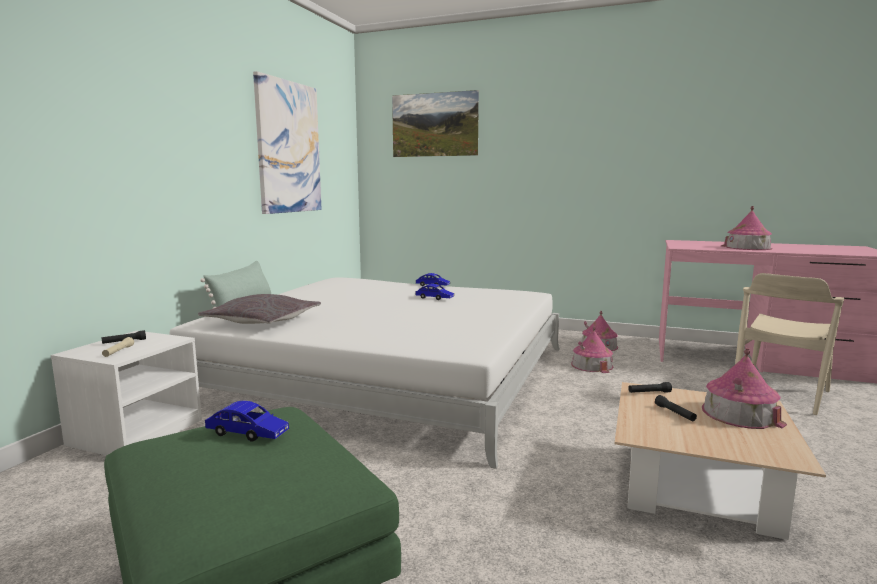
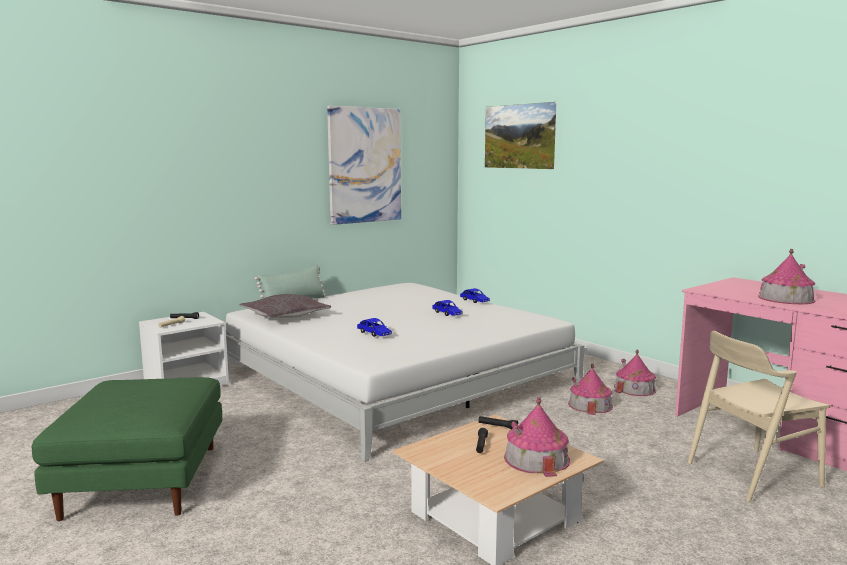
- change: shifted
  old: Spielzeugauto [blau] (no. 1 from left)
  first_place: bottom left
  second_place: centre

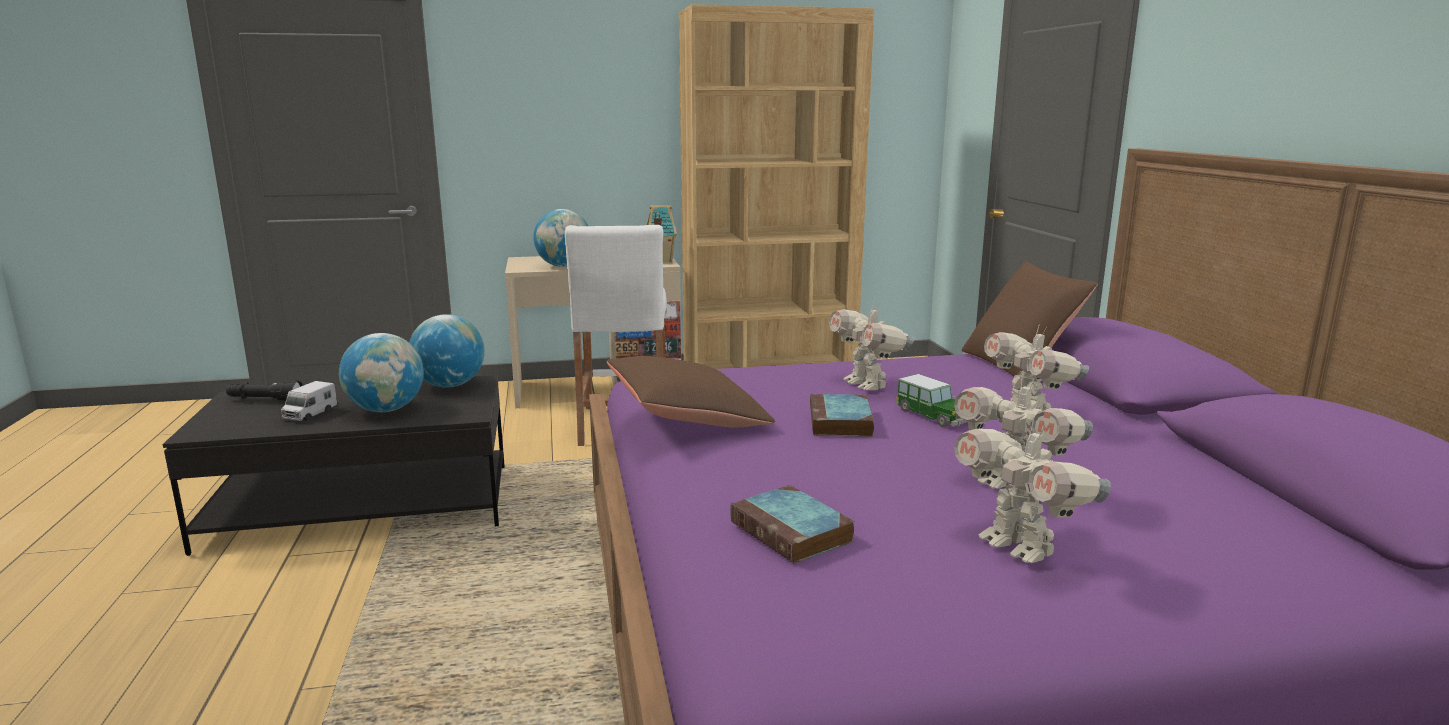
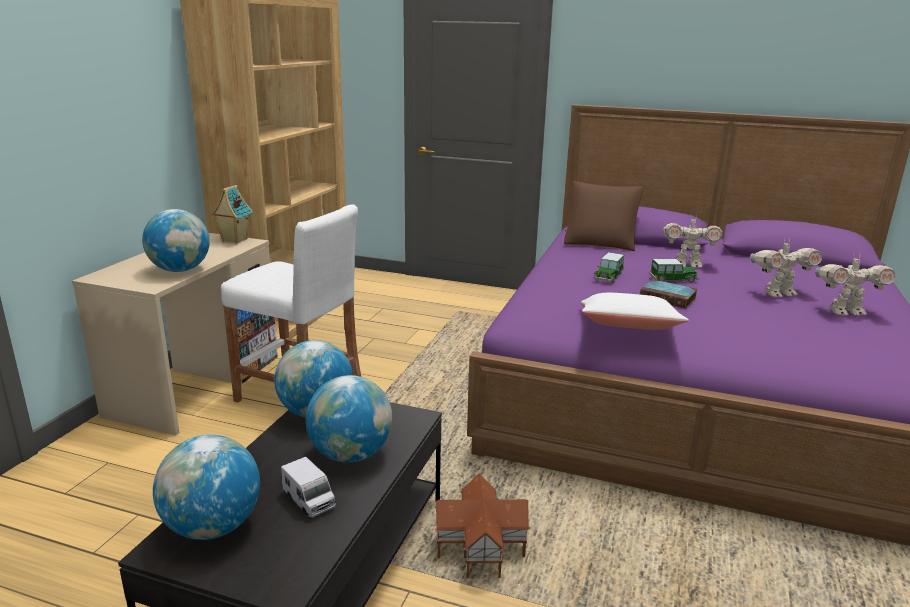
- change: swapped
  old: Taschenlampe [schwarz]
  new: Globus (no. 2 from left)
  first_place: middle left
  second_place: bottom left
- change: new
  new: Spielzeughaus (no. 2 from left)
  second_place: bottom centre
- change: repainted
  old: Kissen [braun] (no. 1 from left)
  new: Kissen [weiß]
  first_place: centre
  second_place: middle right
- change: swapped
  old: Spielzeugroboter (no. 1 from left)
  new: Spielzeugauto (no. 1 from left)
  first_place: centre
  second_place: middle right
- change: gone
  old: Buch (no. 1 from left)
  first_place: bottom centre

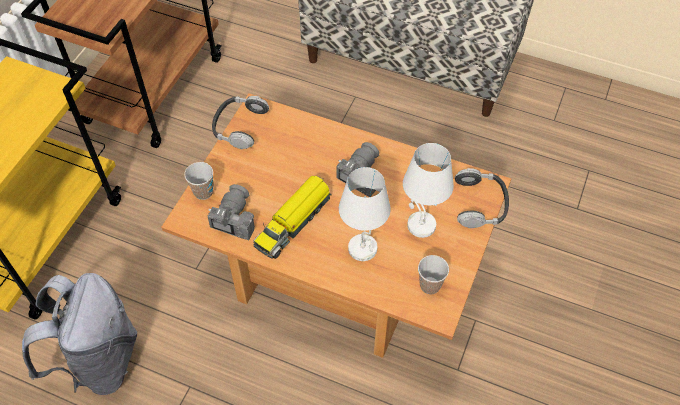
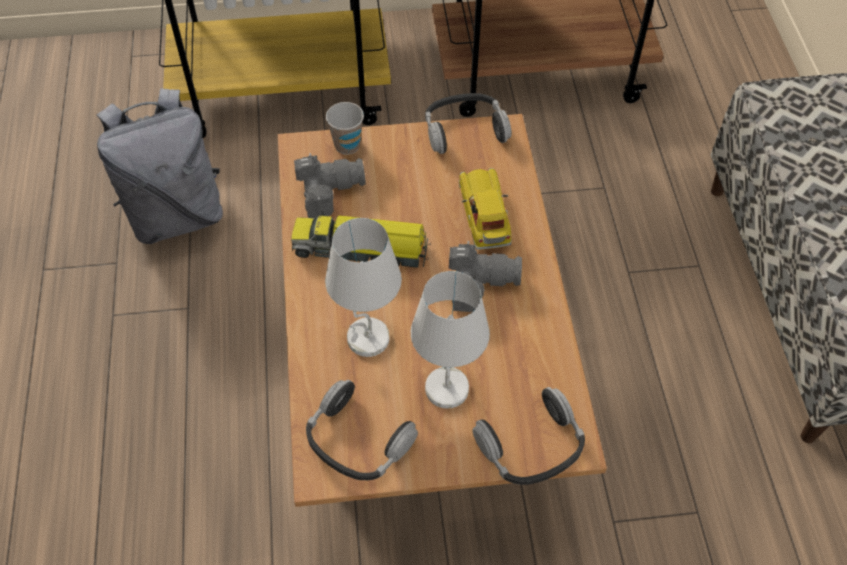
- change: swapped
  old: Tasse (no. 2 from left)
  new: Kopfhörer (no. 1 from left)
  first_place: bottom centre
  second_place: bottom centre
- change: new
  new: Spielzeugauto
  second_place: centre

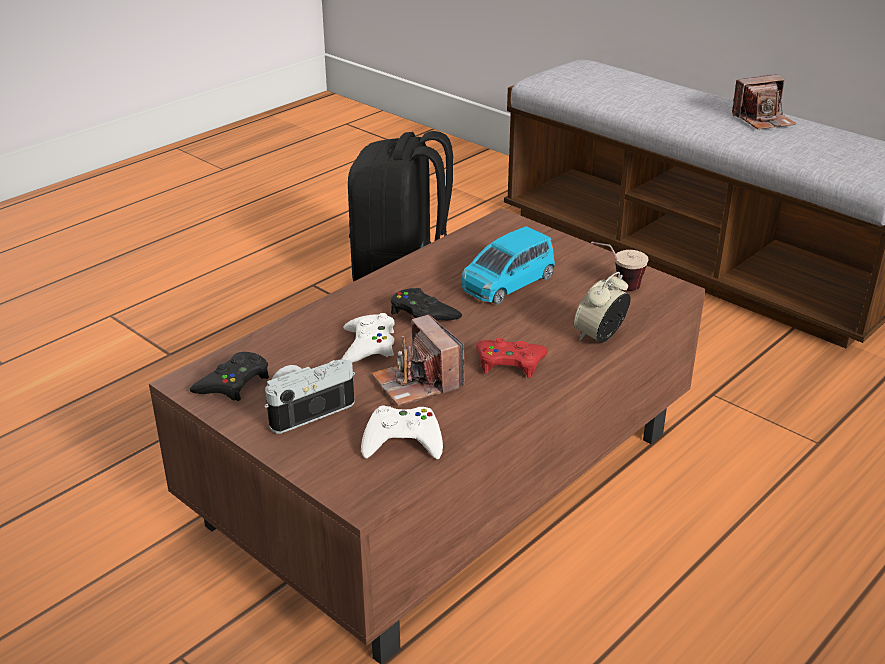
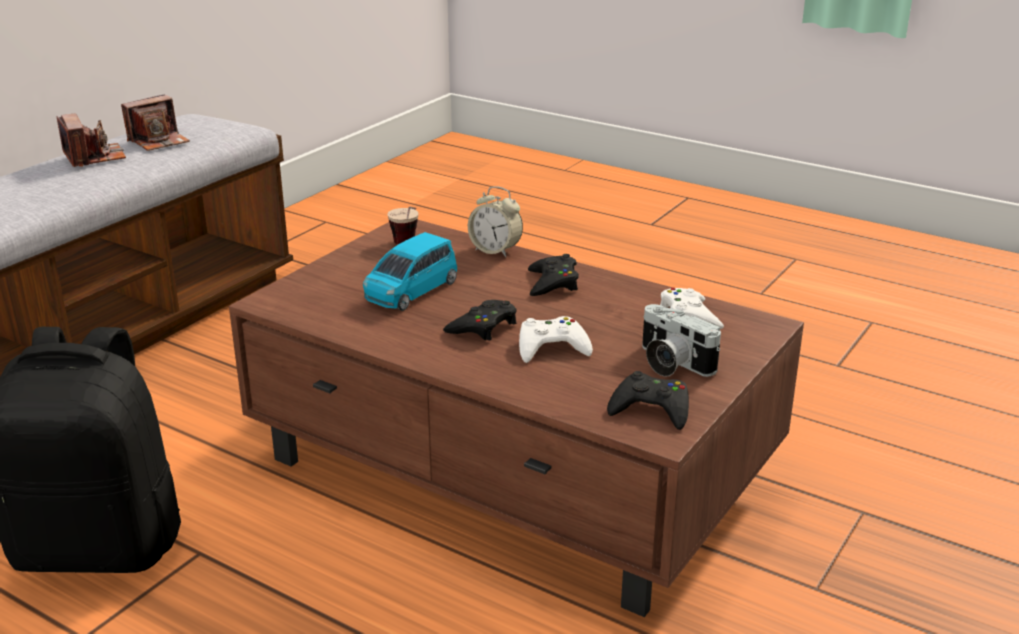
- change: shifted
  old: Kamera (no. 2 from left)
  first_place: centre
  second_place: top left
- change: rotated
  old: Spielzeugauto [blau]
  first_place: centre
  second_place: centre
  degrees: 90
- change: repainted
  old: Gamepad [rot]
  new: Gamepad [schwarz] (no. 2 from left)
  first_place: centre
  second_place: centre

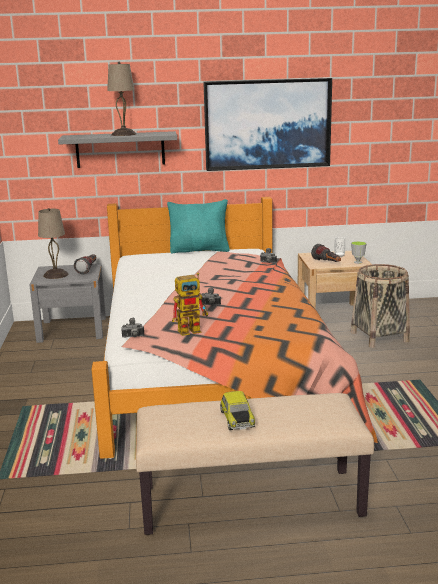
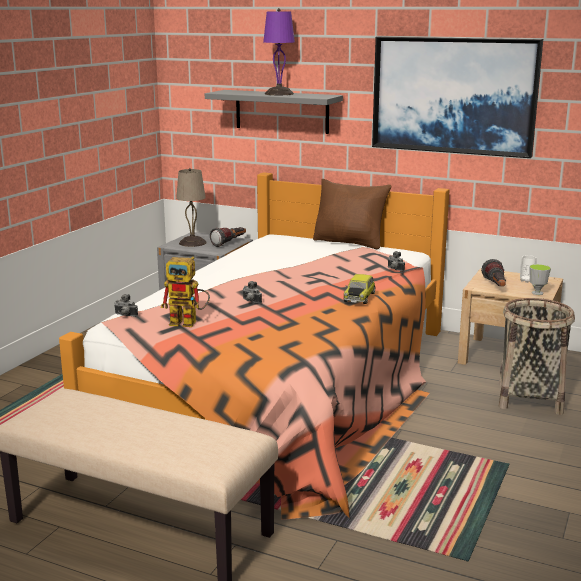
- change: repainted
  old: Tischlampe [beige] (no. 2 from left)
  new: Tischlampe [lila]
  first_place: top left
  second_place: top centre
- change: repainted
  old: Kissen [türkis]
  new: Kissen [braun]
  first_place: centre
  second_place: centre
- change: shifted
  old: Spielzeugauto
  first_place: bottom centre
  second_place: centre

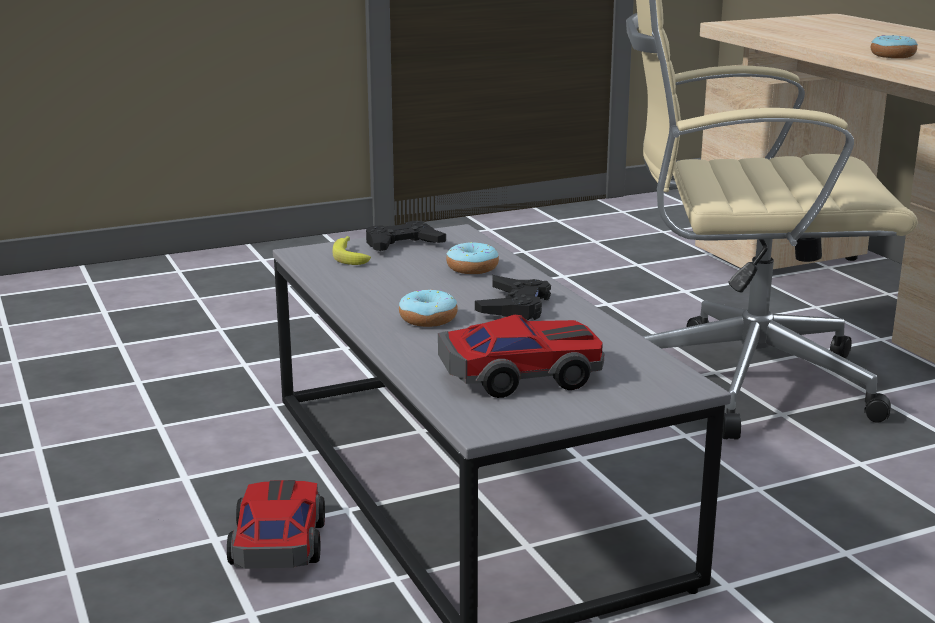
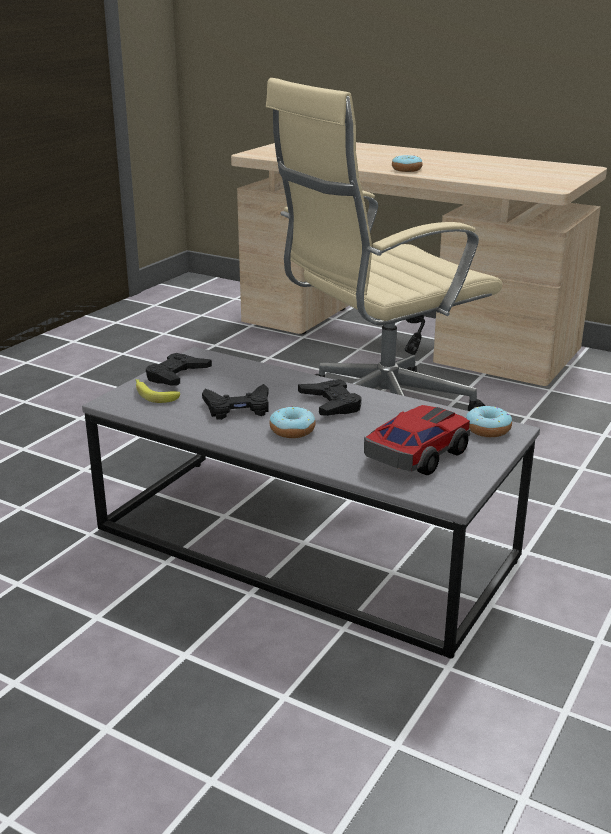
- change: new
  new: Gamepad [schwarz] (no. 2 from left)
  second_place: centre
- change: shifted
  old: Donut (no. 2 from left in the first image)
  new: Donut (no. 3 from left)
  first_place: centre
  second_place: middle right
- change: gone
  old: Spielzeugauto (no. 1 from left)
  first_place: bottom left

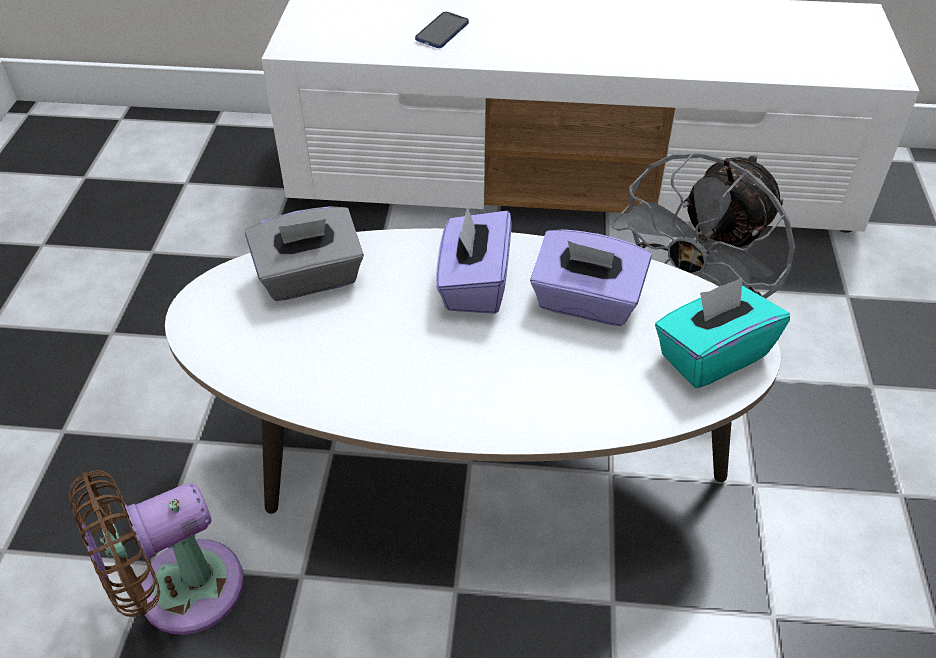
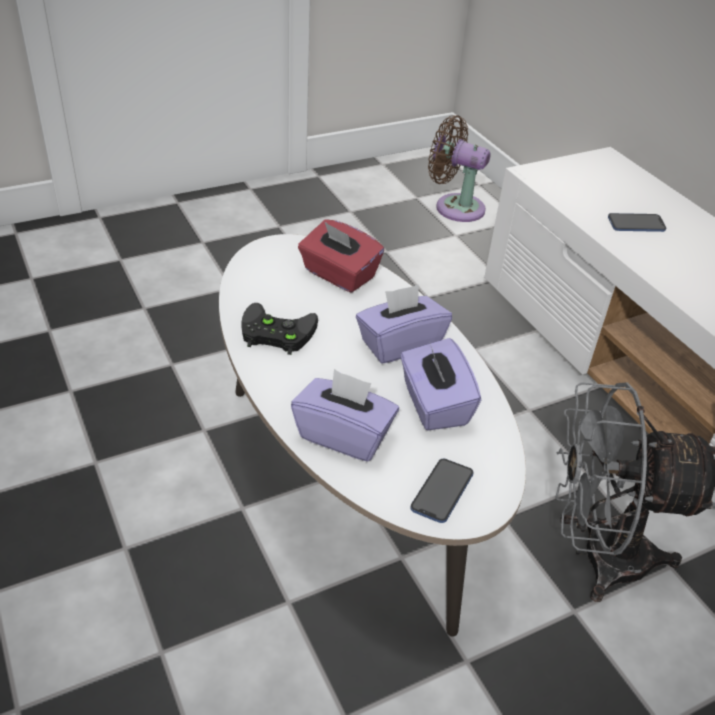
- change: new
  new: Gamepad [schwarz]
  second_place: centre
- change: new
  new: Taschentuchbox [lila] (no. 1 from left)
  second_place: centre
- change: repainted
  old: Taschentuchbox [grau]
  new: Taschentuchbox [rot]
  first_place: middle left
  second_place: centre
- change: swapped
  old: Taschentuchbox [türkis]
  new: Handy (no. 1 from left)
  first_place: middle right
  second_place: bottom centre
- change: shifted
  old: Ventilator [braun]
  first_place: bottom left
  second_place: top centre

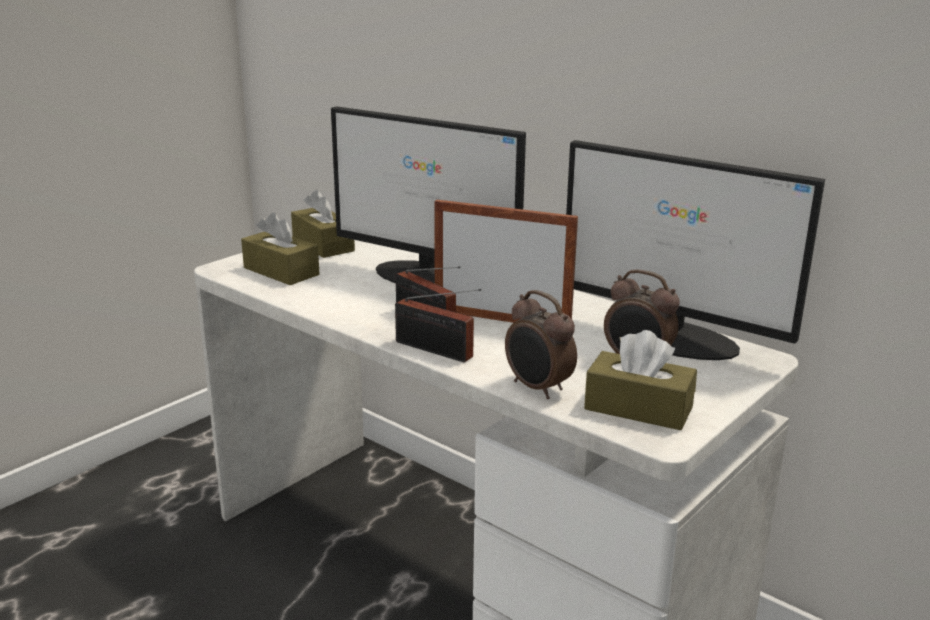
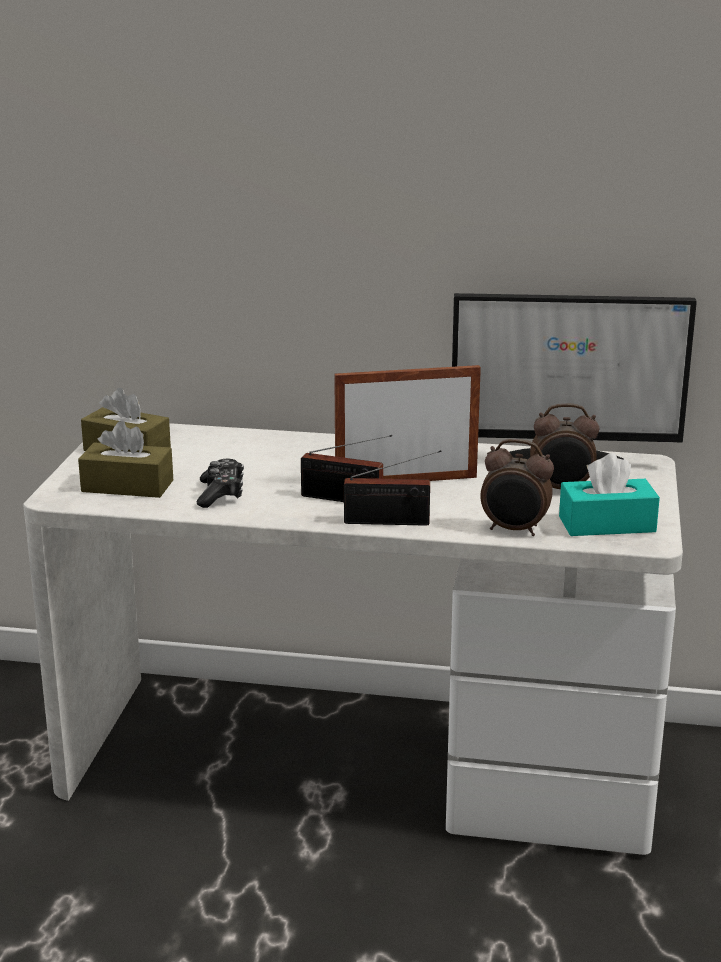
- change: new
  new: Gamepad
  second_place: middle left
- change: repainted
  old: Taschentuchbox [braun] (no. 3 from left)
  new: Taschentuchbox [türkis]
  first_place: middle right
  second_place: middle right
- change: gone
  old: Monitor (no. 1 from left)
  first_place: top centre

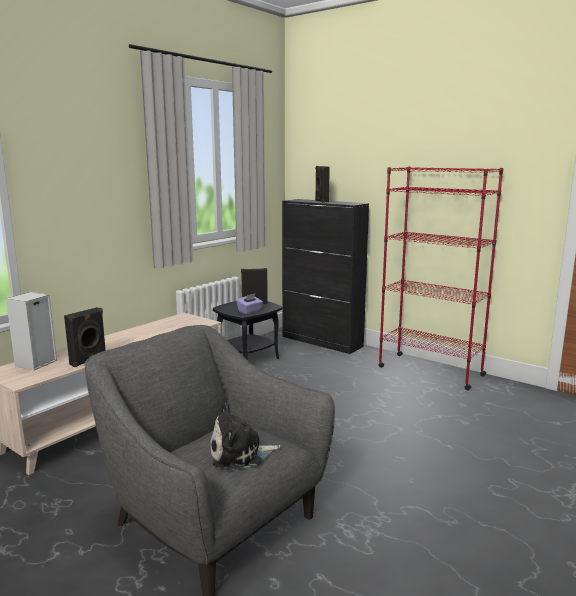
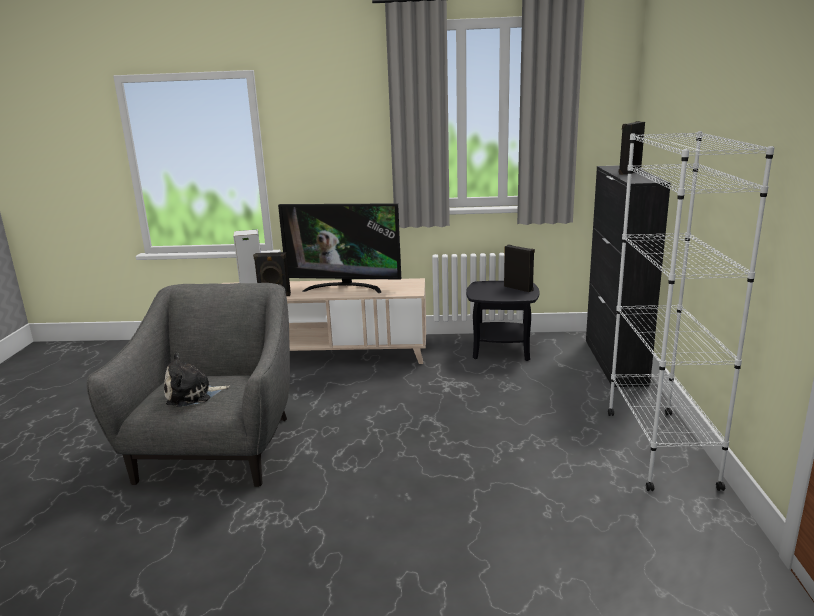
- change: rotated
  old: Plüschtier
  first_place: bottom centre
  second_place: middle left
  degrees: -60
- change: new
  new: Fernseher
  second_place: centre
- change: repainted
  old: Bücherregal [rot]
  new: Bücherregal [weiß]
  first_place: middle right
  second_place: middle right
- change: gone
  old: Taschentuchbox [lila]
  first_place: centre

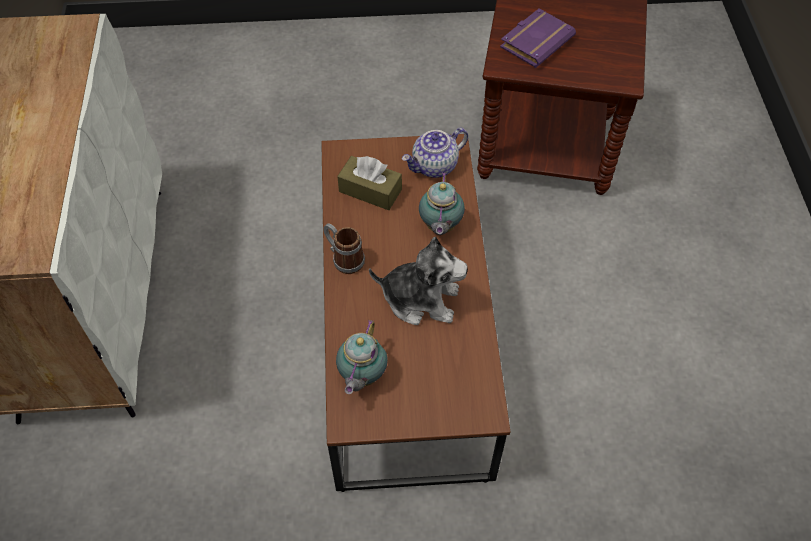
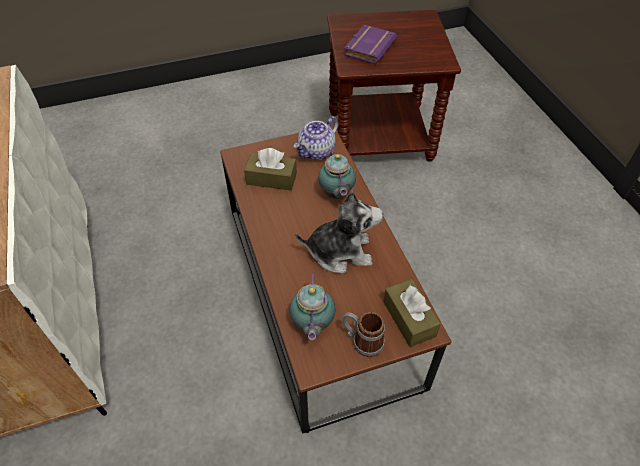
- change: shifted
  old: Henkelbecher
  first_place: centre
  second_place: bottom centre
- change: new
  new: Taschentuchbox [braun] (no. 2 from left)
  second_place: bottom centre

